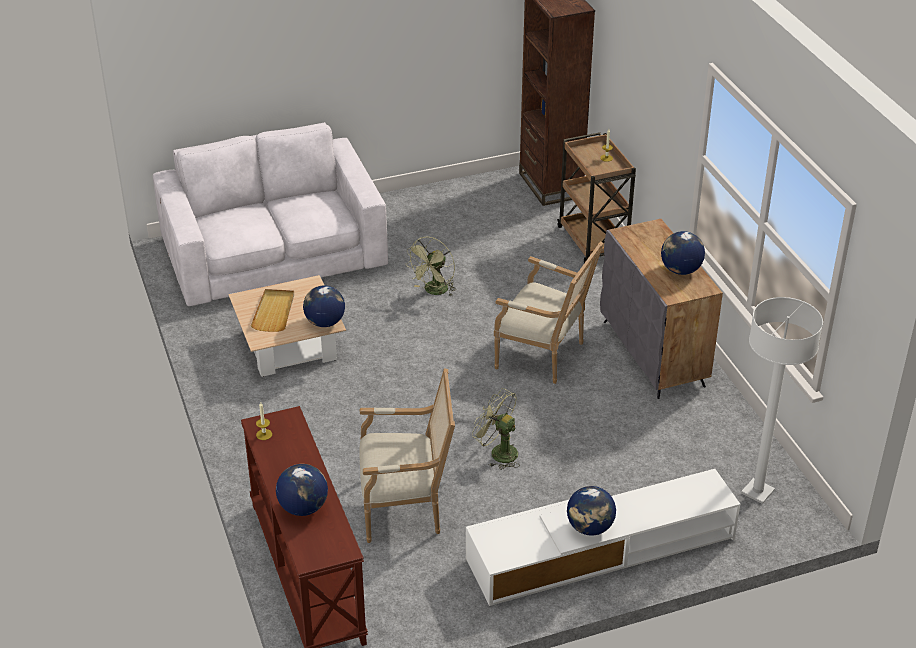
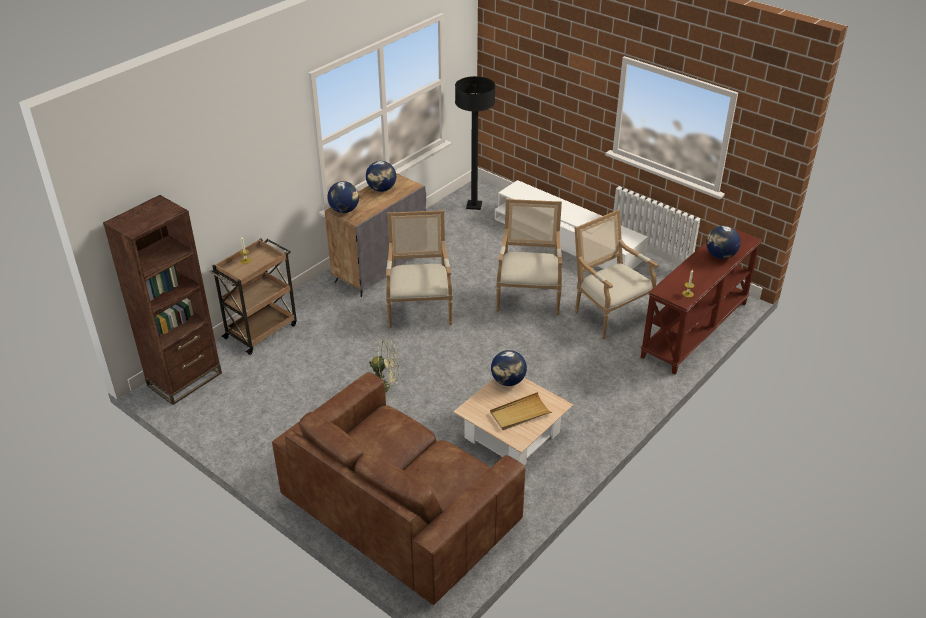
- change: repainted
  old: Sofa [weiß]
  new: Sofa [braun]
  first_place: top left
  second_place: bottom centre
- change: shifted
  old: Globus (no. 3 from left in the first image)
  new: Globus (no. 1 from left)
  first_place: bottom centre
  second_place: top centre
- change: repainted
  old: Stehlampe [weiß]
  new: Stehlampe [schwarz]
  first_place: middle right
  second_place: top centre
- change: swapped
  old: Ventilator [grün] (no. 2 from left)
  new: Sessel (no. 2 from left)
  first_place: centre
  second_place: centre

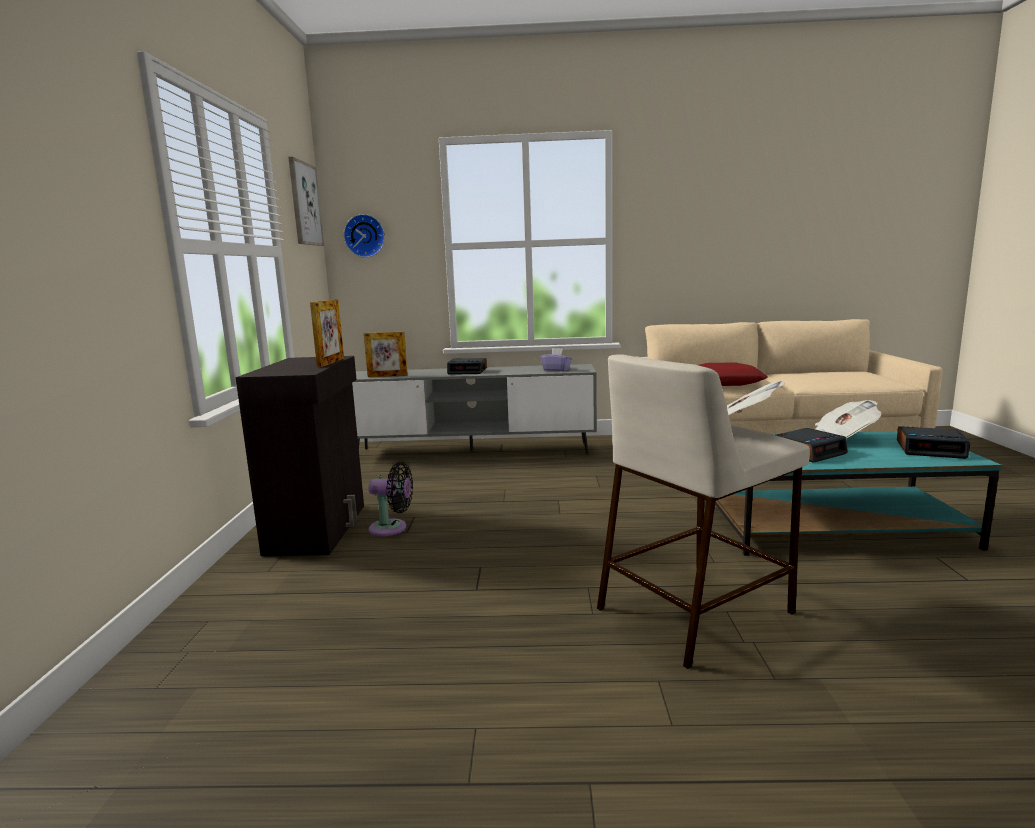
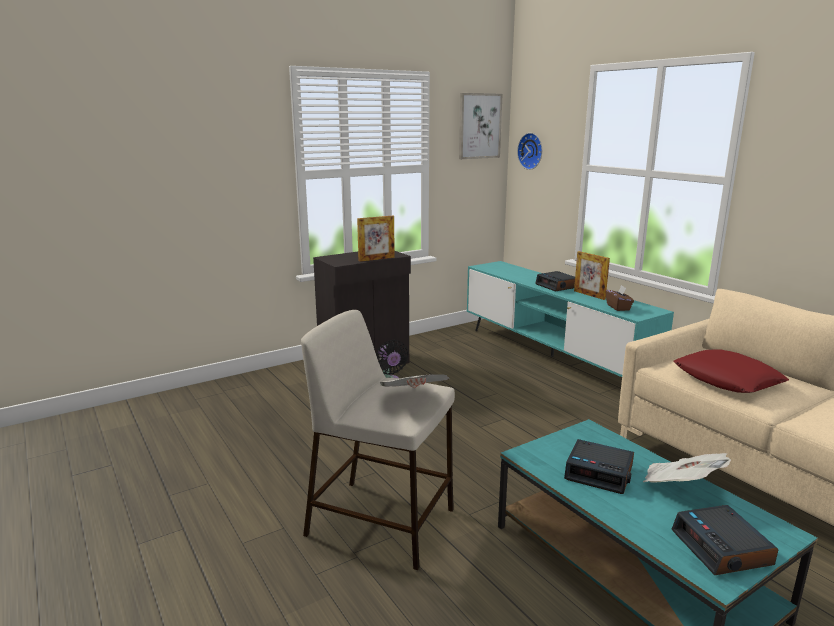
- change: repainted
  old: Fernsehschrank [grau]
  new: Fernsehschrank [türkis]
  first_place: centre
  second_place: middle right
- change: shifted
  old: Bilderrahmen (no. 2 from left)
  first_place: centre
  second_place: middle right
- change: repainted
  old: Taschentuchbox [lila]
  new: Taschentuchbox [braun]
  first_place: centre
  second_place: middle right

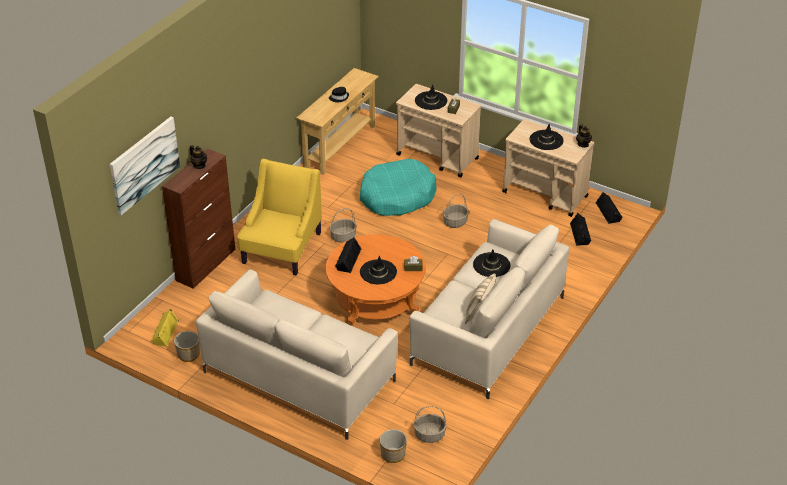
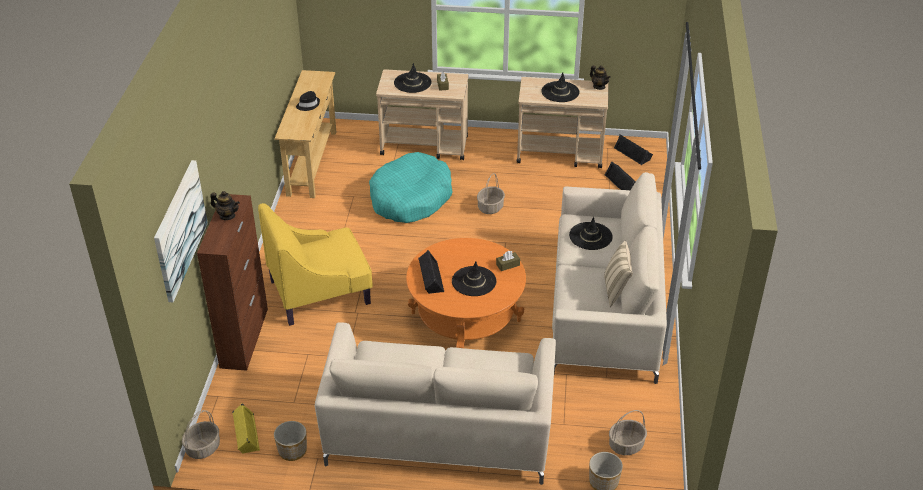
- change: shifted
  old: Korb (no. 1 from left)
  first_place: centre
  second_place: bottom left
- change: rotated
  old: Sessel [gelb]
  first_place: centre
  second_place: centre
  degrees: -105

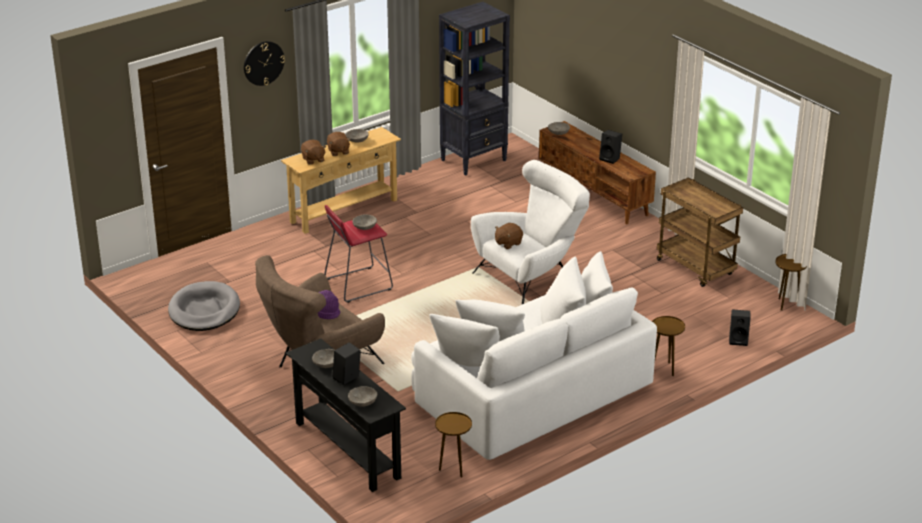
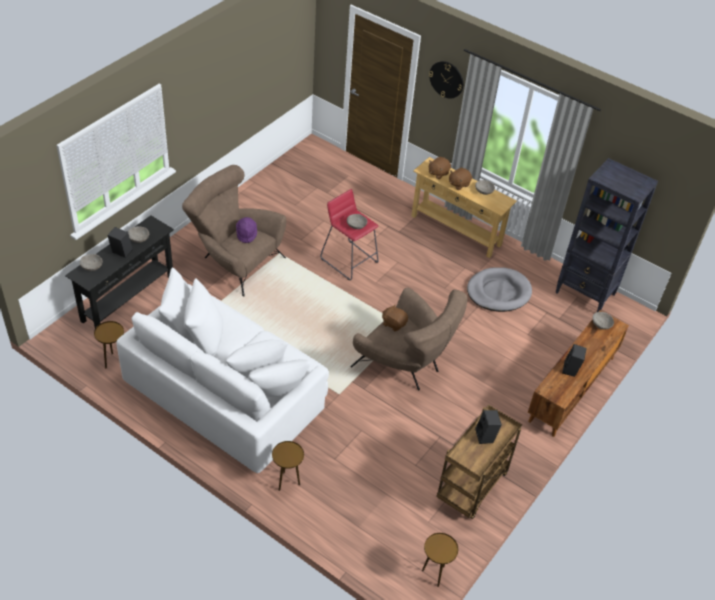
- change: repainted
  old: Sessel [weiß]
  new: Sessel [braun] (no. 2 from left)
  first_place: centre
  second_place: centre
- change: shifted
  old: Hundebett [grau]
  first_place: middle left
  second_place: middle right
- change: shifted
  old: Lautsprecher [schwarz] (no. 3 from left in the first image)
  new: Lautsprecher [schwarz] (no. 2 from left)
  first_place: middle right
  second_place: bottom right

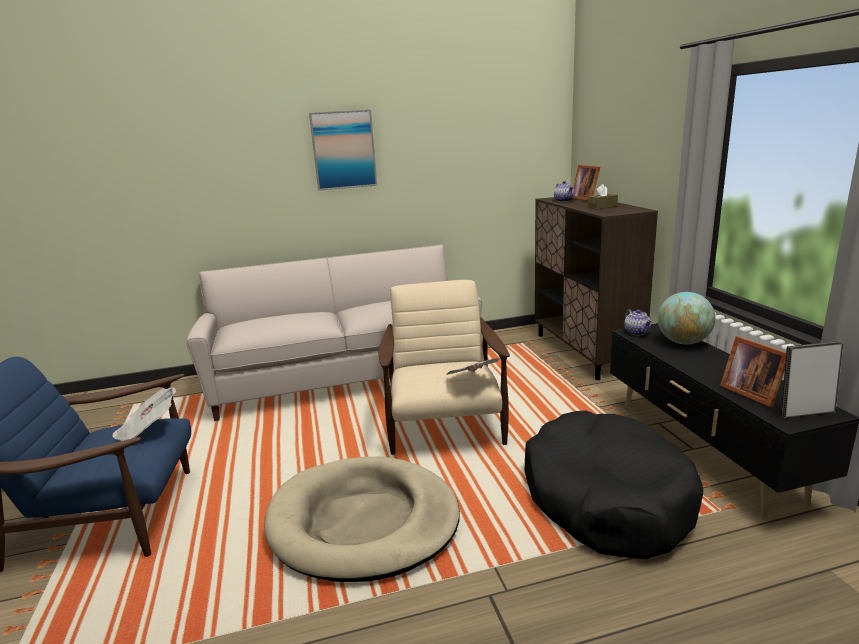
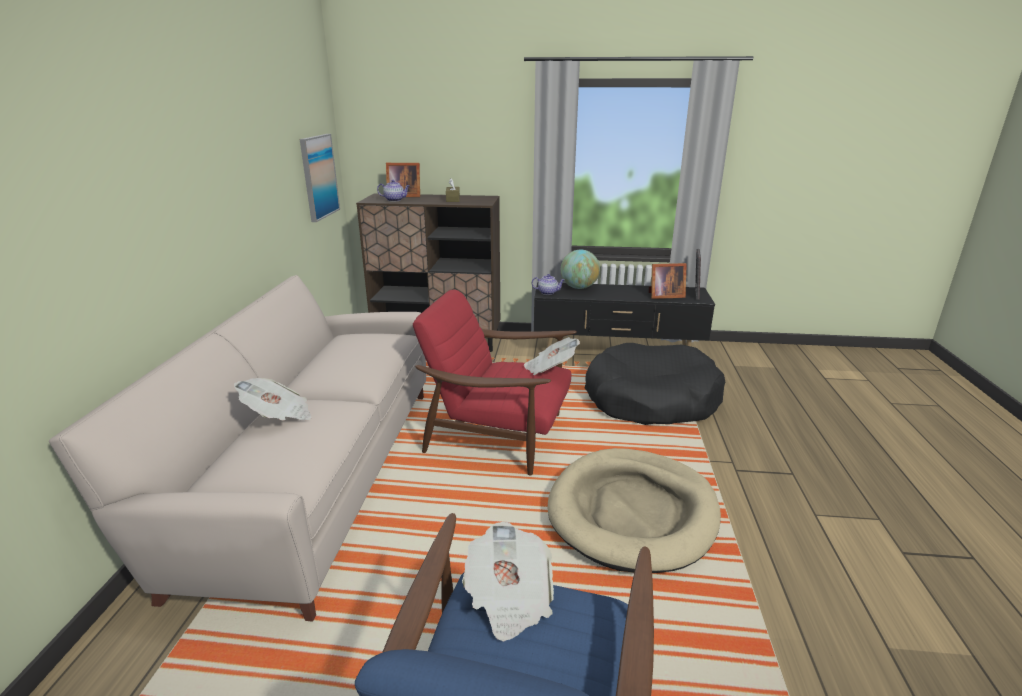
- change: new
  new: Zeitung (no. 1 from left)
  second_place: middle left
- change: shifted
  old: Bild
  first_place: top centre
  second_place: top left
- change: repainted
  old: Sessel [beige]
  new: Sessel [rot]
  first_place: centre
  second_place: centre

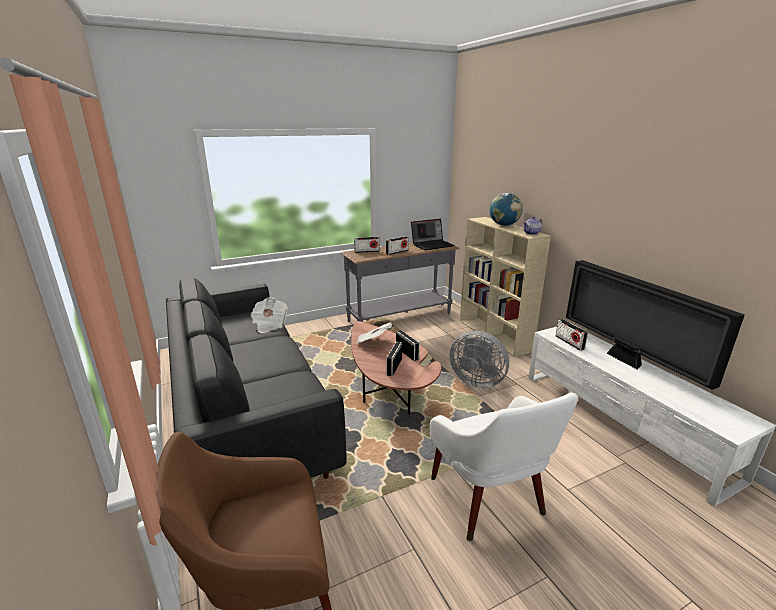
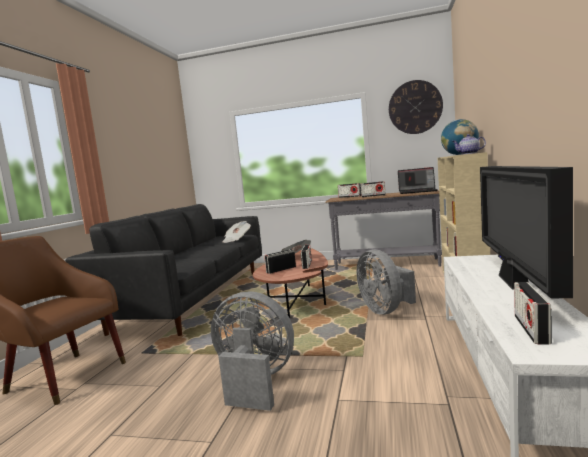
- change: swapped
  old: Sessel [weiß]
  new: Ventilator [grau] (no. 1 from left)
  first_place: bottom centre
  second_place: bottom centre
- change: new
  new: Wanduhr
  second_place: top right
- change: shifted
  old: Radio (no. 5 from left)
  first_place: middle right
  second_place: bottom right

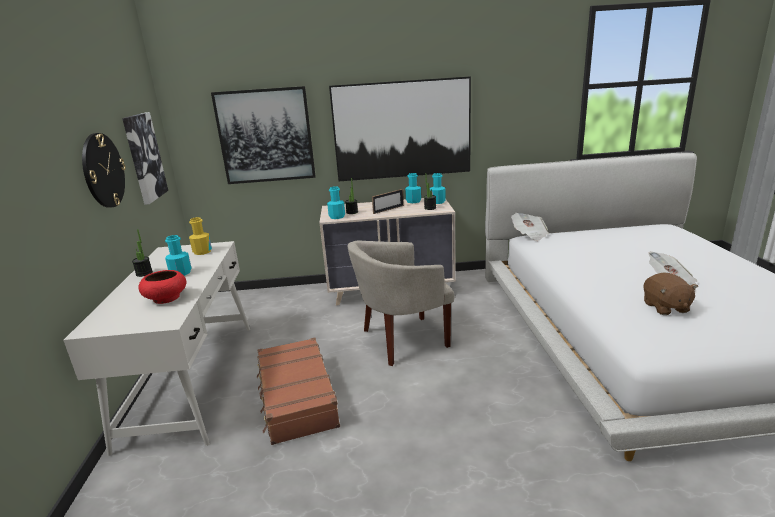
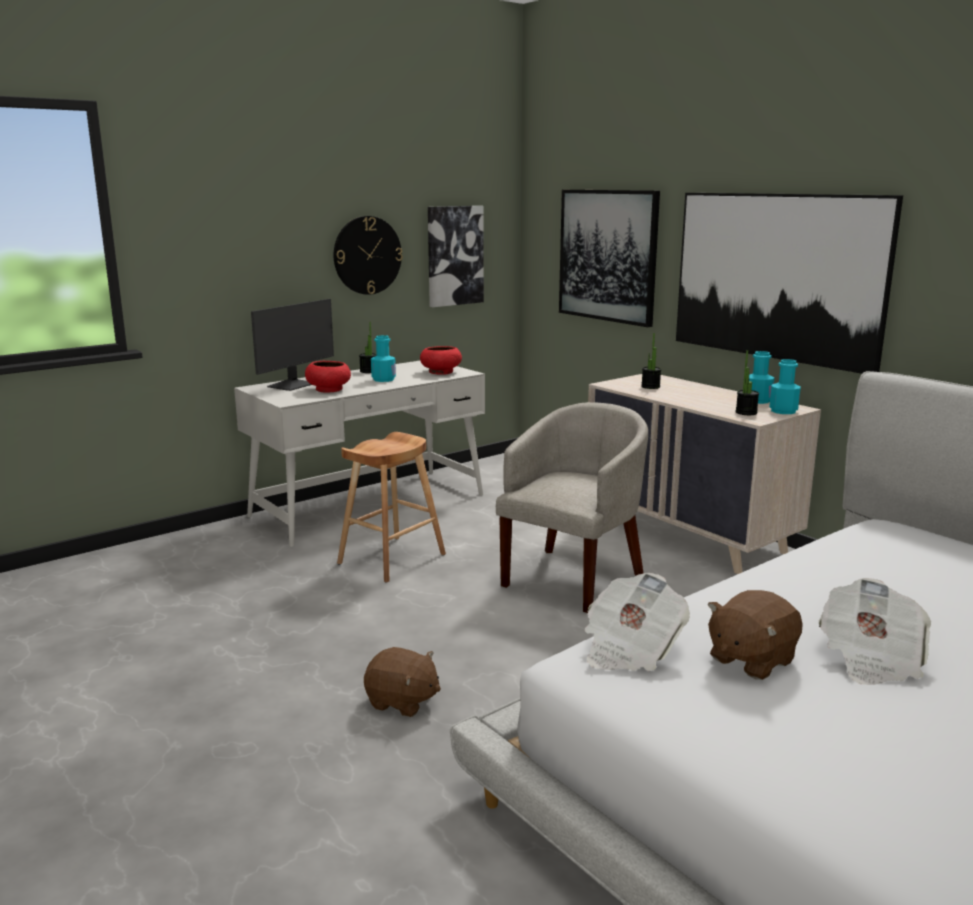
- change: new
  new: Monitor
  second_place: middle left
- change: swapped
  old: Koffer [braun]
  new: Hocker [braun]
  first_place: bottom centre
  second_place: centre
- change: new
  new: Plüschtier [braun] (no. 1 from left)
  second_place: bottom centre
- change: swapped
  old: Flasche [gelb]
  new: Schüssel [rot] (no. 2 from left)
  first_place: middle left
  second_place: centre
- change: rotated
  old: Sessel [beige]
  first_place: centre
  second_place: centre
  degrees: 90
- change: shifted
  old: Zeitung (no. 1 from left)
  first_place: middle right
  second_place: bottom centre
- change: gone
  old: Flasche [türkis] (no. 2 from left)
  first_place: centre
- change: gone
  old: Bilderrahmen
  first_place: centre

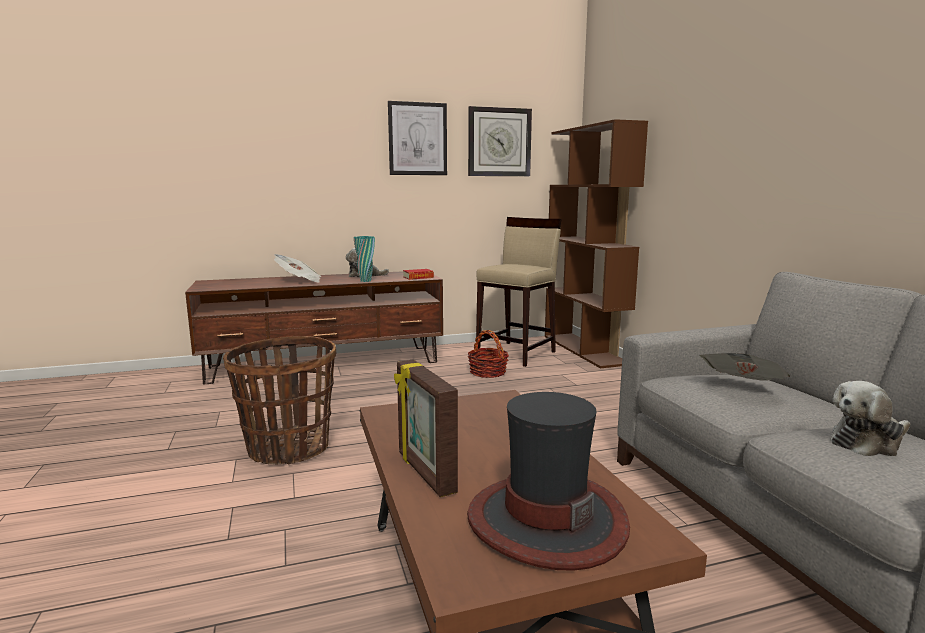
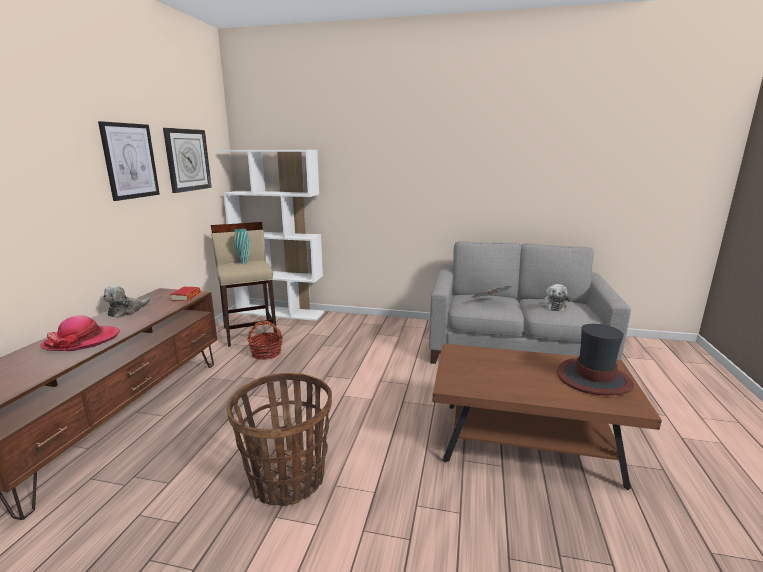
- change: swapped
  old: Zeitung (no. 1 from left)
  new: Hut (no. 1 from left)
  first_place: middle left
  second_place: middle left
- change: repainted
  old: Bücherregal [braun]
  new: Bücherregal [weiß]
  first_place: centre
  second_place: centre
- change: shifted
  old: Vase [türkis]
  first_place: centre
  second_place: middle left
- change: gone
  old: Bilderrahmen
  first_place: bottom centre

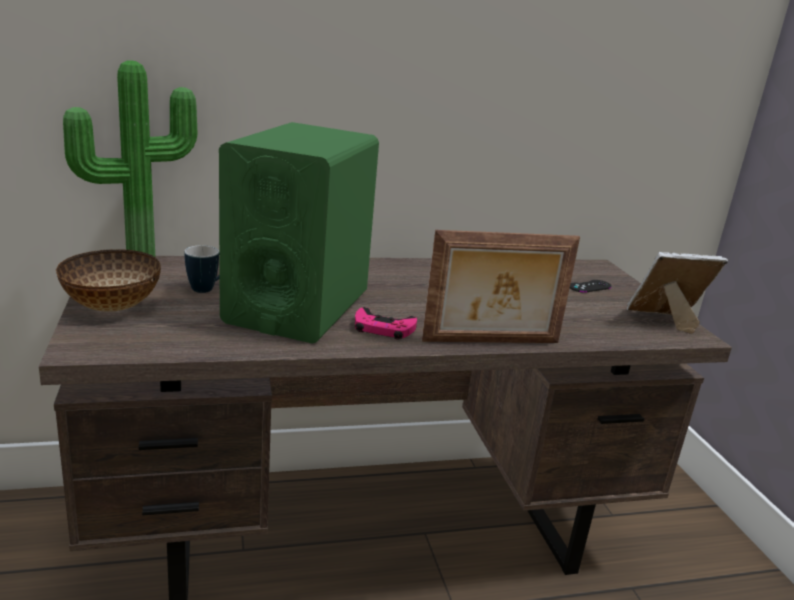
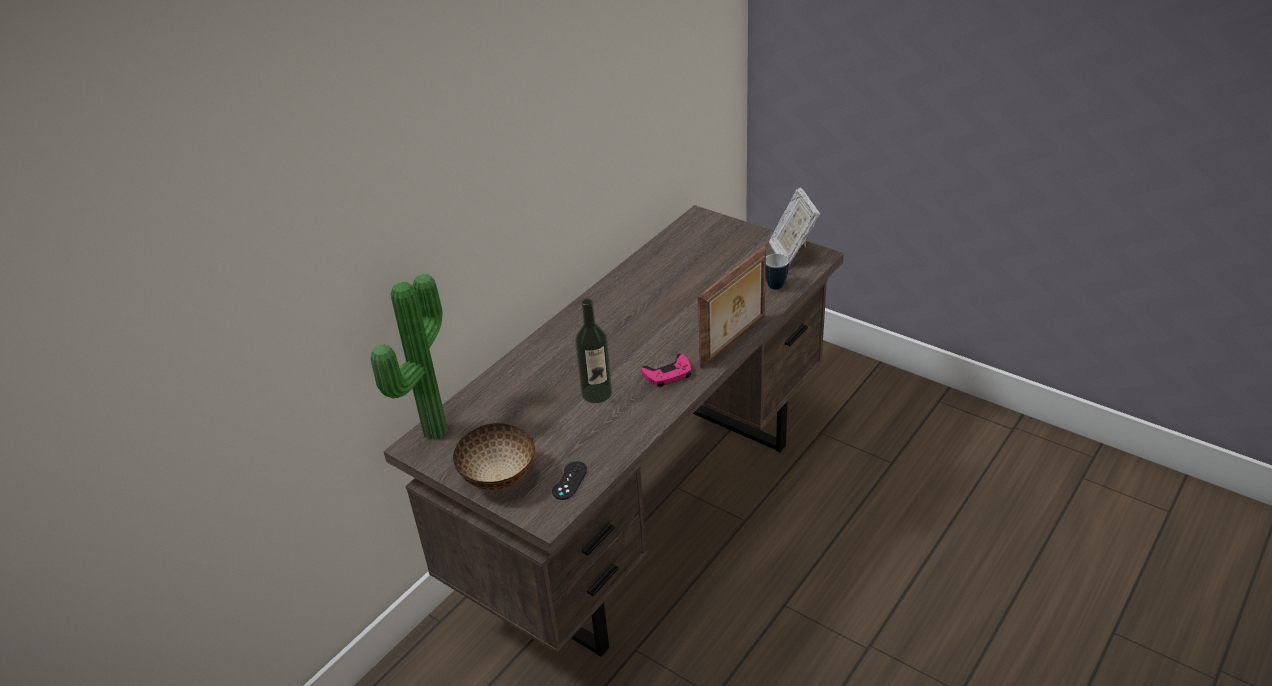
- change: shifted
  old: Gamepad [schwarz]
  first_place: middle right
  second_place: bottom centre
- change: swapped
  old: Lautsprecher [grün]
  new: Flasche
  first_place: centre
  second_place: centre
- change: shifted
  old: Henkelbecher
  first_place: middle left
  second_place: centre
- change: rotated
  old: Bilderrahmen (no. 2 from left)
  first_place: middle right
  second_place: top centre
  degrees: -60

